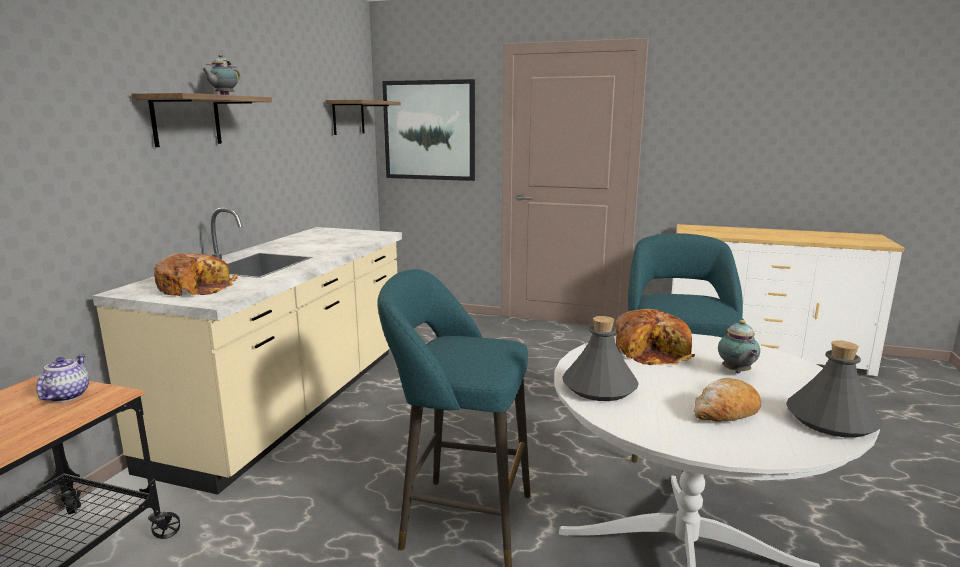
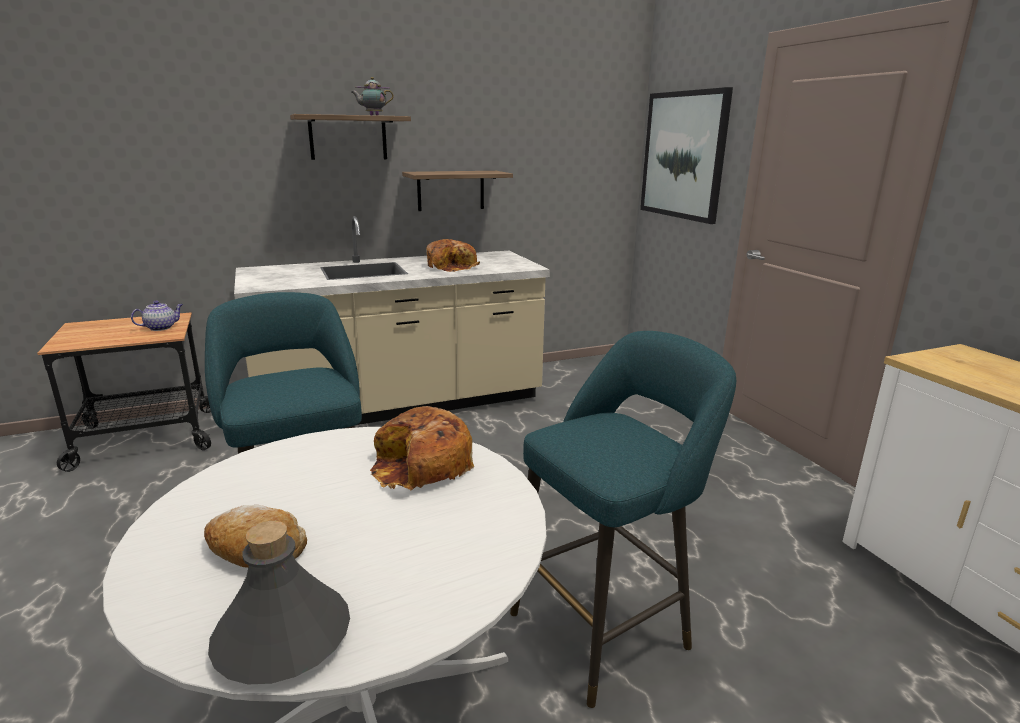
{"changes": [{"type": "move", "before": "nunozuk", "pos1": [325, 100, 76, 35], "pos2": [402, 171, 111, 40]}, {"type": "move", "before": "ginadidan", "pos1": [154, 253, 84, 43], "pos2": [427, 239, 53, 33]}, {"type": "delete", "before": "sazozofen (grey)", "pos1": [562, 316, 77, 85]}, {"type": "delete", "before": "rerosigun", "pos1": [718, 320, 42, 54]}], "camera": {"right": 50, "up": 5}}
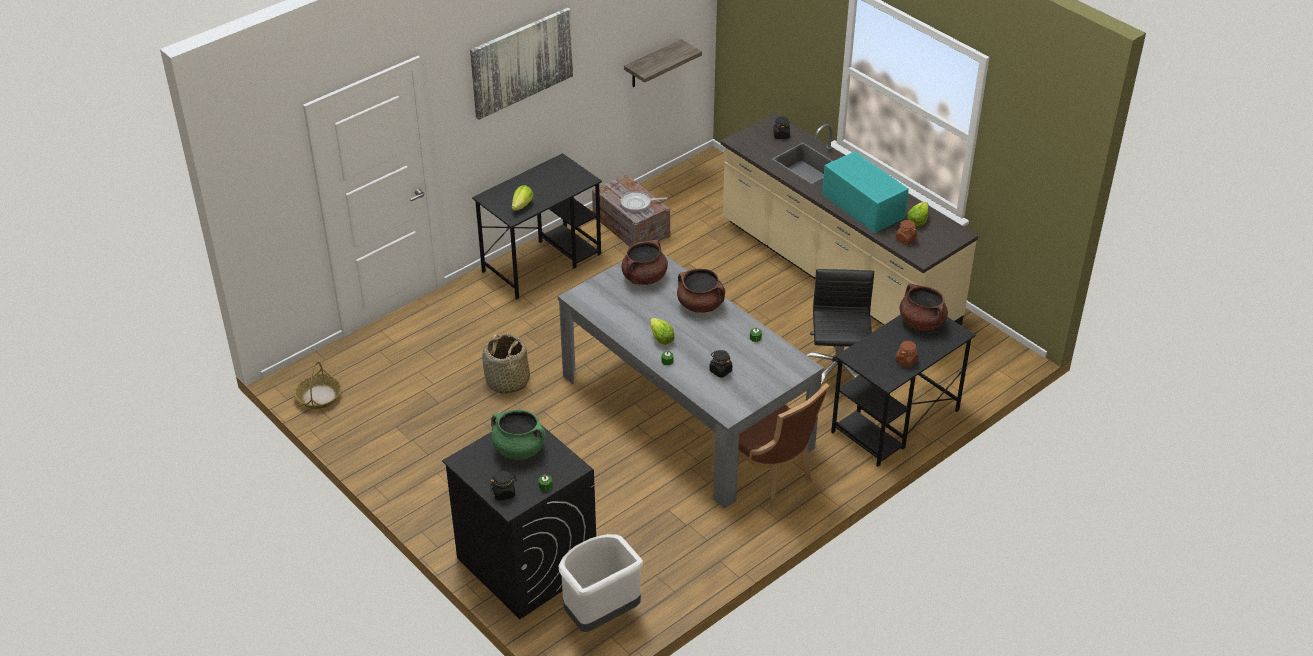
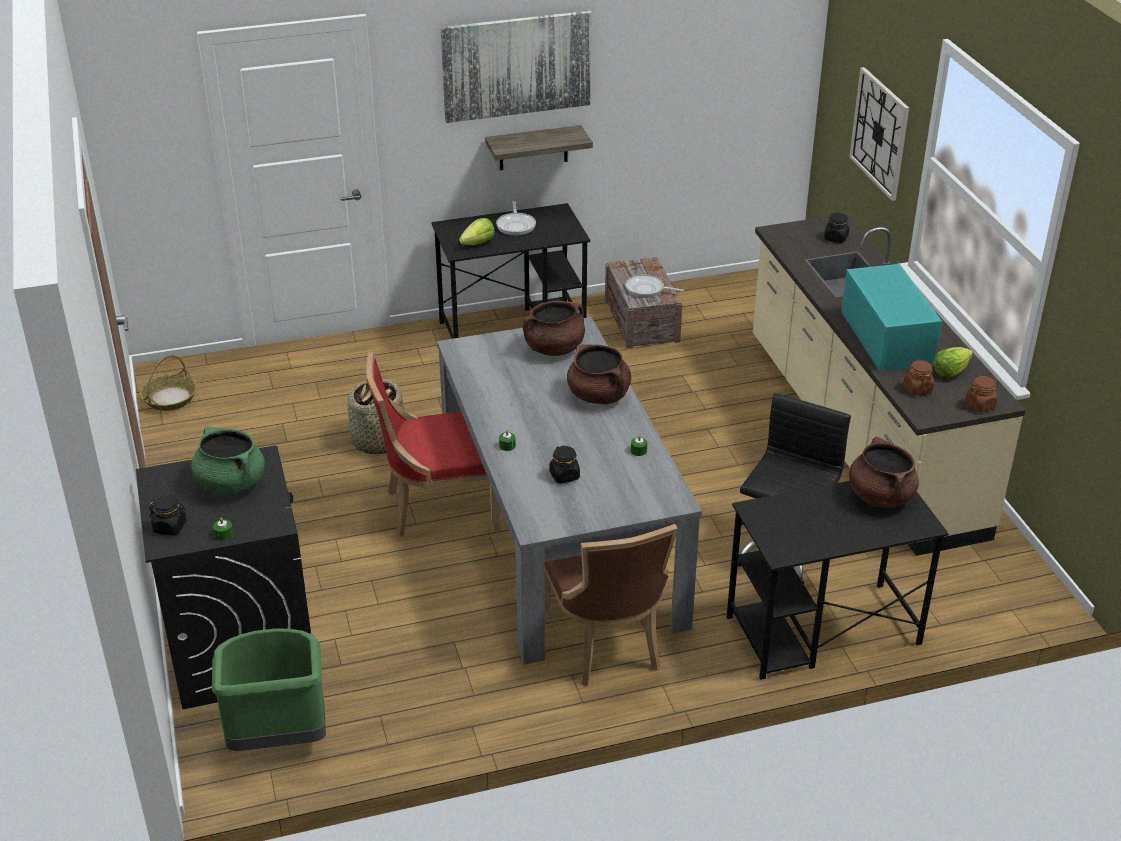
{"changes": [{"type": "move", "before": "nunozuk", "pos1": [624, 39, 78, 48], "pos2": [485, 125, 108, 45]}, {"type": "delete", "before": "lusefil", "pos1": [650, 318, 25, 27]}, {"type": "move", "before": "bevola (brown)", "pos1": [895, 341, 23, 27], "pos2": [965, 376, 34, 36]}, {"type": "recolor", "before": "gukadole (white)", "after": "gukadole (green)", "pos1": [559, 534, 84, 98], "pos2": [212, 628, 114, 123]}, {"type": "insert", "after": "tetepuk", "pos2": [849, 67, 60, 134]}, {"type": "insert", "after": "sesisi", "pos2": [496, 201, 40, 35]}, {"type": "insert", "after": "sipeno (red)", "pos2": [366, 352, 135, 185]}], "camera": {"right": 25, "up": -5}}
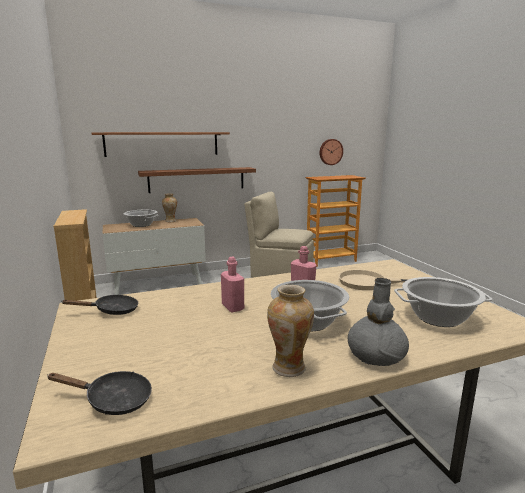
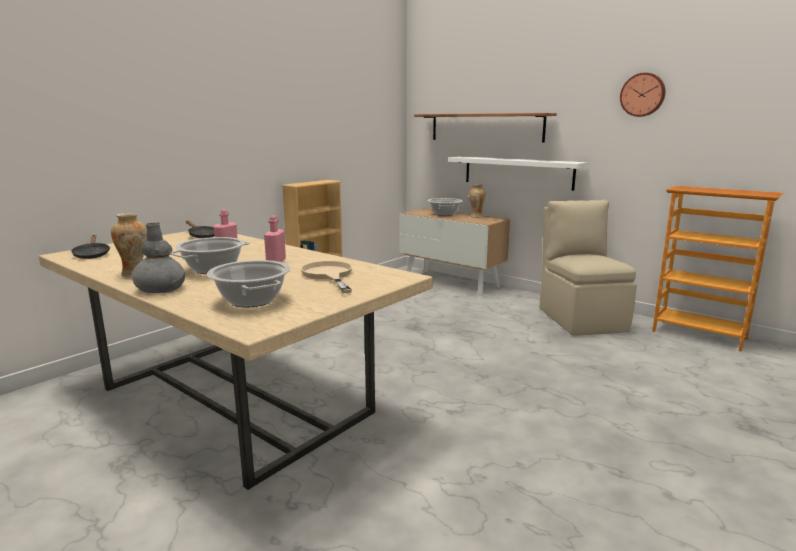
{"changes": [{"type": "move", "before": "tetepuk", "pos1": [320, 139, 23, 26], "pos2": [620, 73, 45, 44]}, {"type": "recolor", "before": "nunozuk (brown)", "after": "nunozuk (white)", "pos1": [138, 167, 118, 26], "pos2": [448, 156, 139, 35]}], "camera": {"right": 60, "up": 0}}
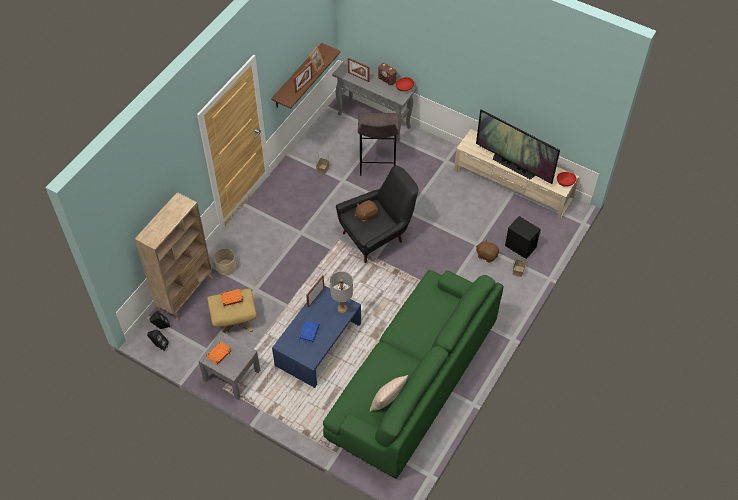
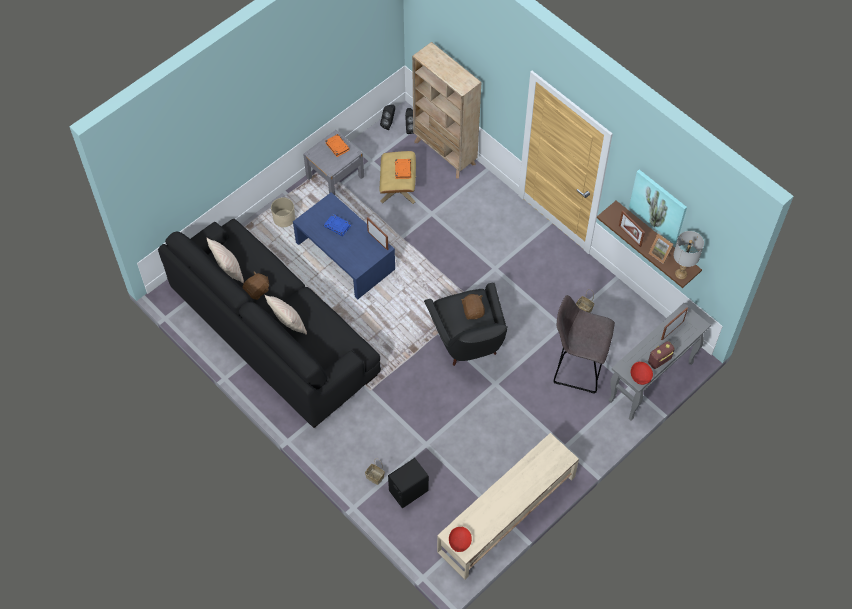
{"changes": [{"type": "delete", "before": "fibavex", "pos1": [476, 109, 84, 75]}, {"type": "move", "before": "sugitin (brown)", "pos1": [476, 239, 23, 24], "pos2": [243, 271, 26, 29]}, {"type": "move", "before": "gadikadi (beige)", "pos1": [214, 248, 22, 27], "pos2": [271, 197, 24, 30]}, {"type": "recolor", "before": "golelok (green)", "after": "golelok (black)", "pos1": [323, 270, 180, 209], "pos2": [158, 219, 223, 209]}, {"type": "move", "before": "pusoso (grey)", "pos1": [330, 271, 23, 42], "pos2": [673, 231, 31, 48]}, {"type": "insert", "after": "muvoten", "pos2": [629, 170, 58, 74]}, {"type": "insert", "after": "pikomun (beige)", "pos2": [265, 295, 42, 40]}], "camera": {"right": 105, "up": 5}}
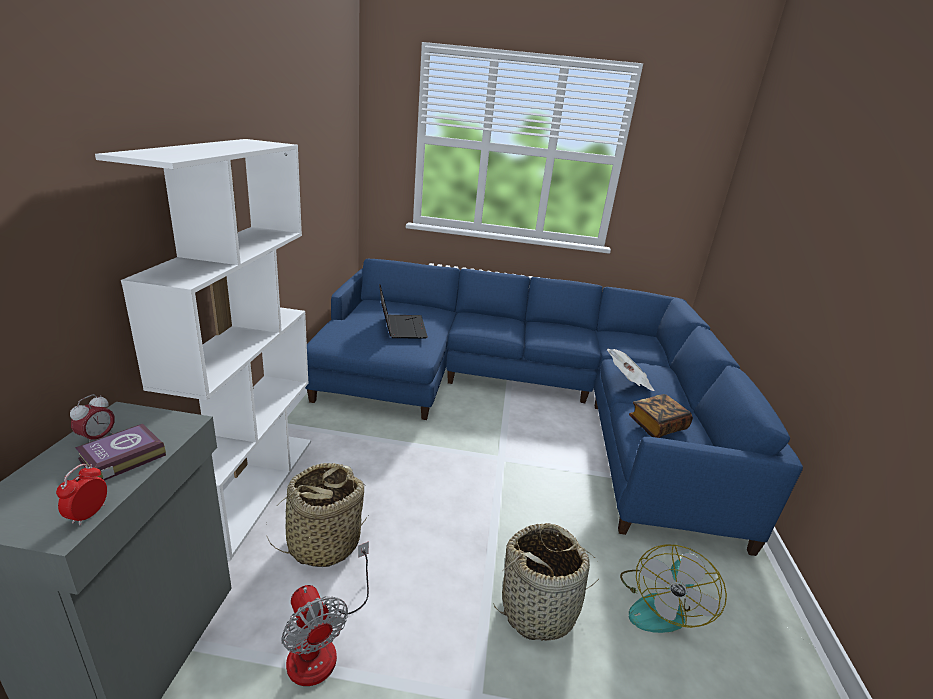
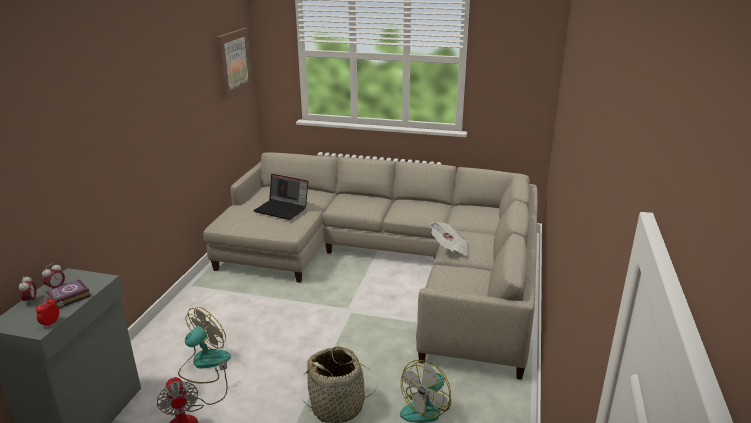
{"changes": [{"type": "delete", "before": "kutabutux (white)", "pos1": [95, 139, 216, 422]}, {"type": "recolor", "before": "golelok (blue)", "after": "golelok (beige)", "pos1": [305, 259, 498, 297], "pos2": [203, 152, 335, 228]}, {"type": "rotate", "before": "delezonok", "pos1": [379, 284, 49, 54], "pos2": [253, 174, 55, 46], "turn": 120}, {"type": "delete", "before": "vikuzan", "pos1": [629, 394, 64, 44]}, {"type": "replace", "before": "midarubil", "after": "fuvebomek", "pos1": [266, 463, 102, 104], "pos2": [178, 307, 53, 76]}, {"type": "insert", "after": "muvoten", "pos2": [215, 28, 38, 72]}, {"type": "insert", "after": "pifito", "pos2": [19, 276, 17, 28]}], "camera": {"right": 10, "up": 0}}
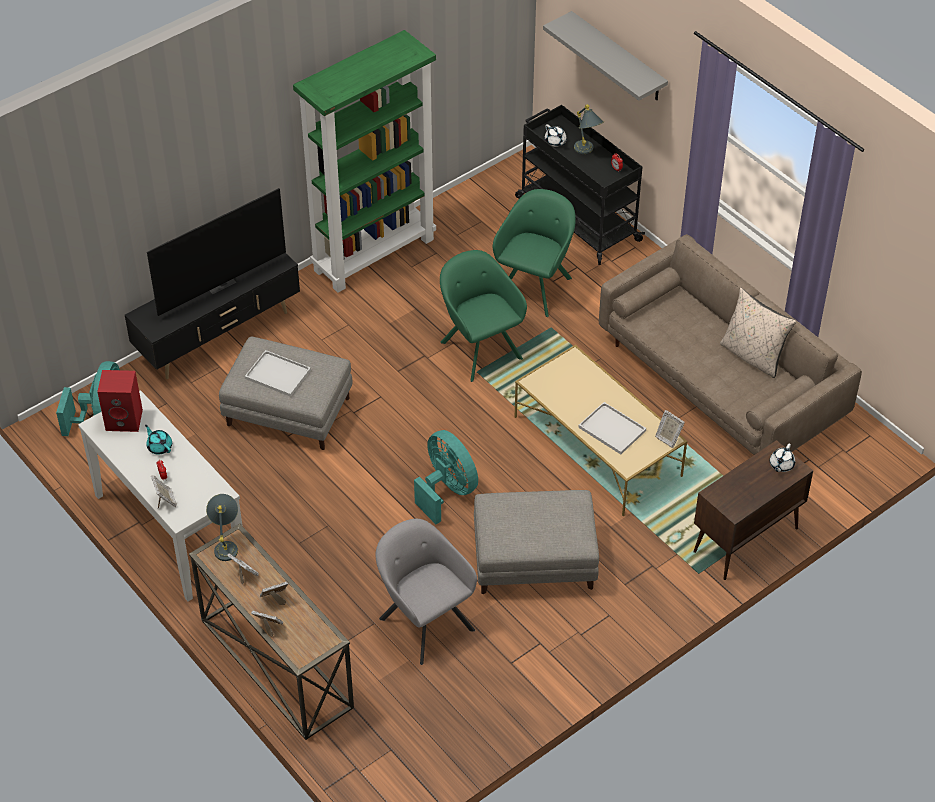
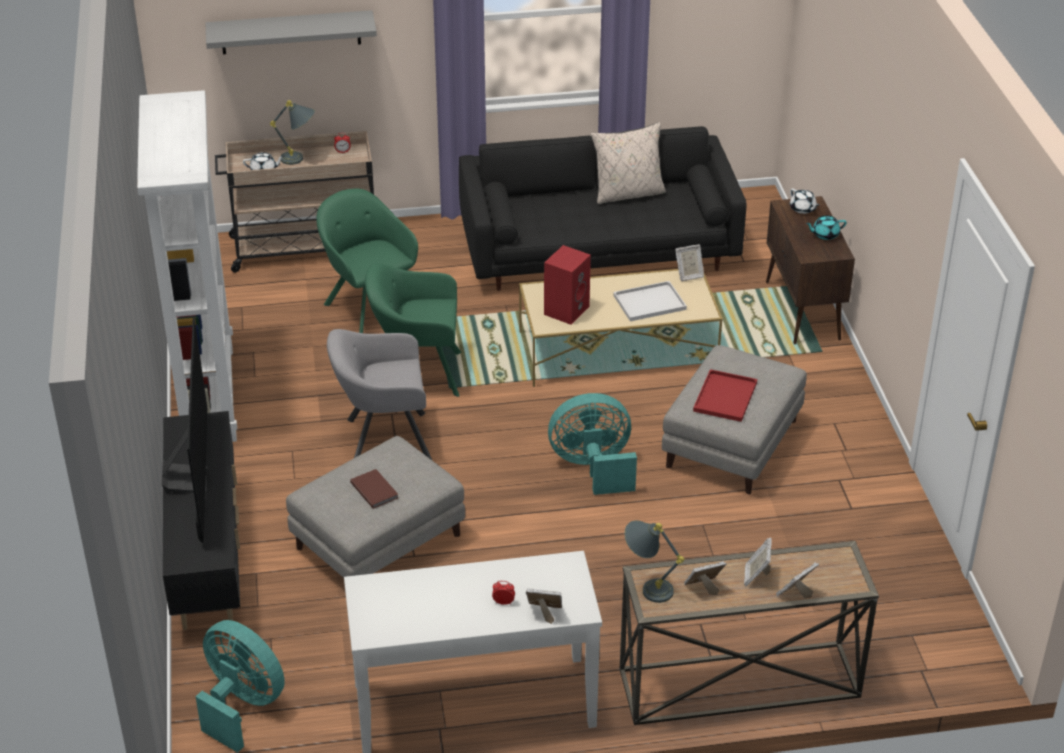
{"changes": [{"type": "recolor", "before": "kutabutux (green)", "after": "kutabutux (white)", "pos1": [293, 30, 143, 263], "pos2": [137, 90, 100, 352]}, {"type": "recolor", "before": "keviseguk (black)", "after": "keviseguk (beige)", "pos1": [515, 105, 130, 160], "pos2": [215, 131, 159, 142]}, {"type": "recolor", "before": "golelok (beige)", "after": "golelok (black)", "pos1": [599, 234, 263, 221], "pos2": [459, 126, 288, 165]}, {"type": "replace", "before": "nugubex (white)", "after": "vikuzan (brown)", "pos1": [245, 350, 66, 47], "pos2": [350, 469, 48, 40]}, {"type": "move", "before": "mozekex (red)", "pos1": [97, 370, 46, 62], "pos2": [544, 245, 47, 80]}, {"type": "move", "before": "rerosigun (turquoise)", "pos1": [145, 425, 27, 30], "pos2": [805, 215, 42, 25]}, {"type": "move", "before": "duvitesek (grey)", "pos1": [375, 519, 102, 146], "pos2": [327, 329, 105, 131]}, {"type": "insert", "after": "nugubex (red)", "pos2": [693, 369, 64, 53]}], "camera": {"right": -60, "up": -10}}
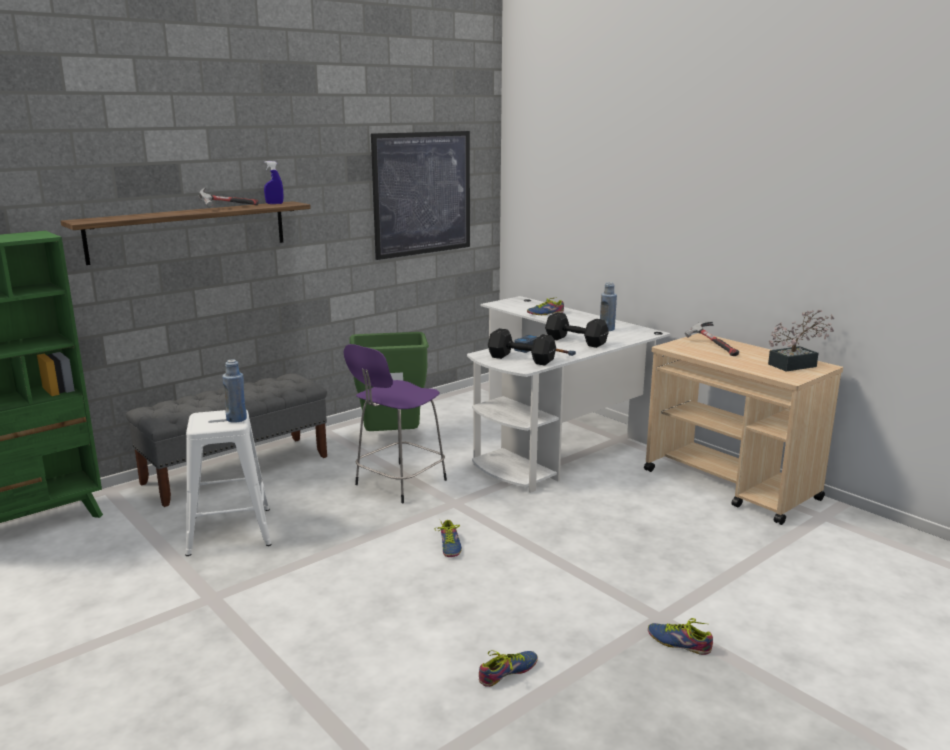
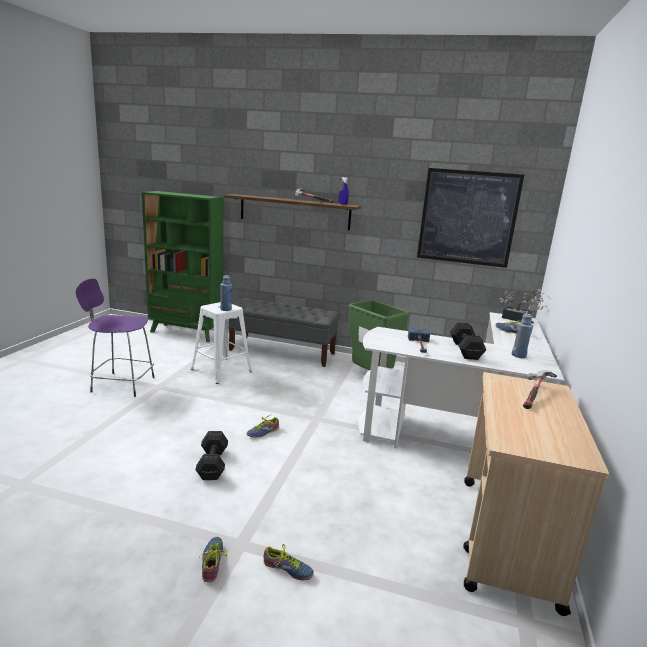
{"changes": [{"type": "move", "before": "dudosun", "pos1": [768, 310, 66, 62], "pos2": [500, 289, 44, 33]}, {"type": "move", "before": "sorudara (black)", "pos1": [488, 328, 68, 37], "pos2": [195, 431, 33, 49]}, {"type": "move", "before": "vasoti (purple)", "pos1": [344, 344, 103, 159], "pos2": [76, 278, 79, 119]}, {"type": "move", "before": "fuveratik", "pos1": [479, 651, 59, 36], "pos2": [264, 544, 50, 36]}], "camera": {"right": 55, "up": 0}}
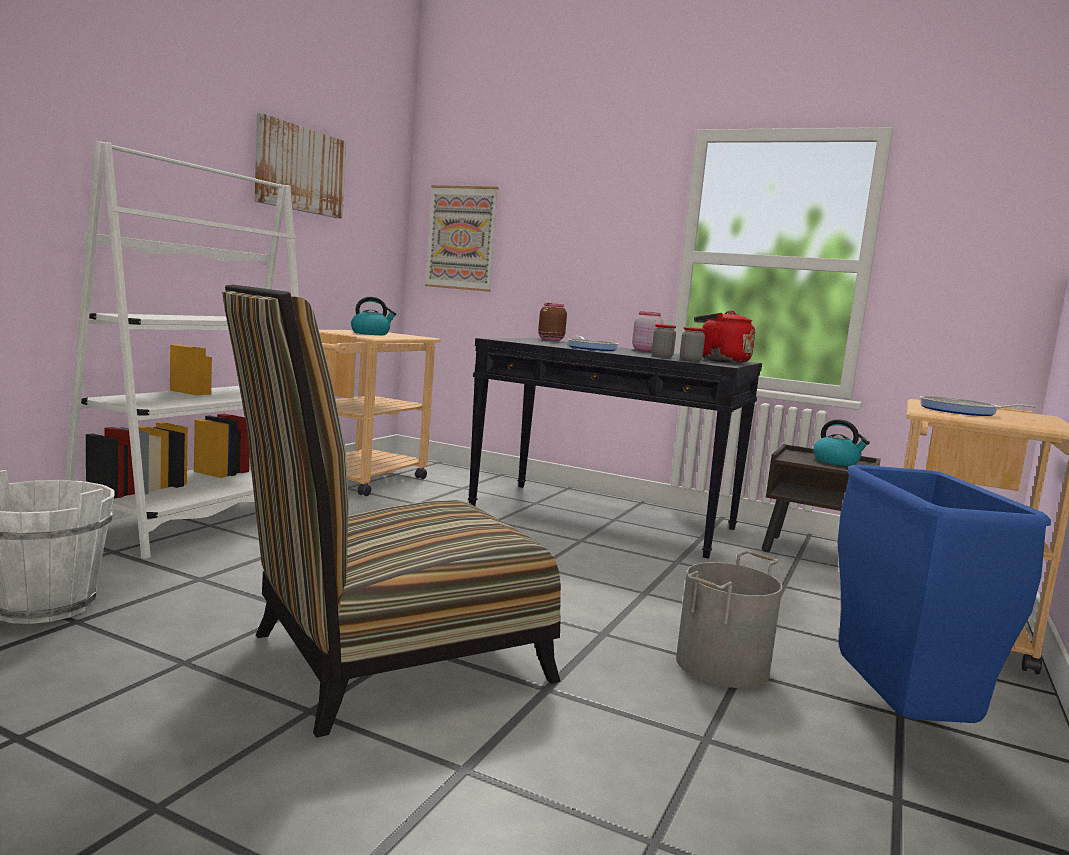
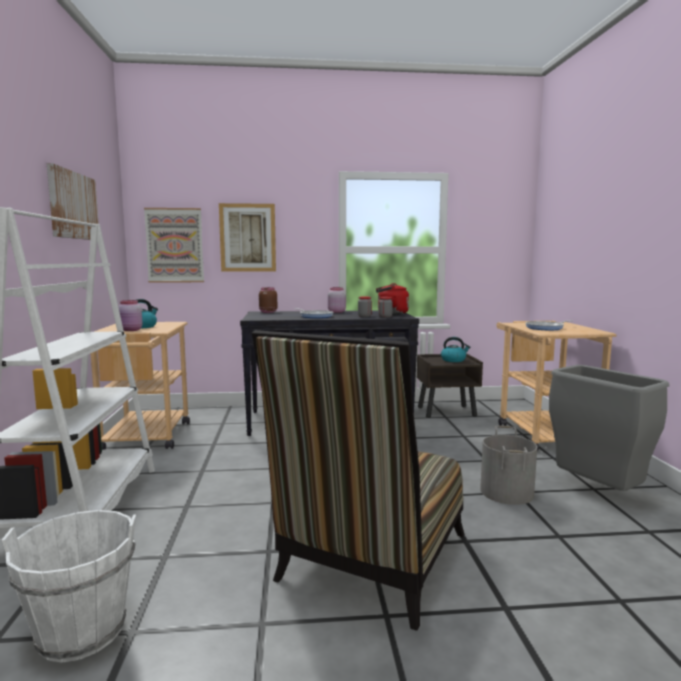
{"changes": [{"type": "recolor", "before": "gukadole (blue)", "after": "gukadole (grey)", "pos1": [837, 465, 214, 258], "pos2": [549, 365, 120, 126]}, {"type": "insert", "after": "muvoten", "pos2": [219, 203, 57, 69]}, {"type": "insert", "after": "bevola (pink)", "pos2": [118, 300, 25, 31]}], "camera": {"right": -30, "up": 0}}
